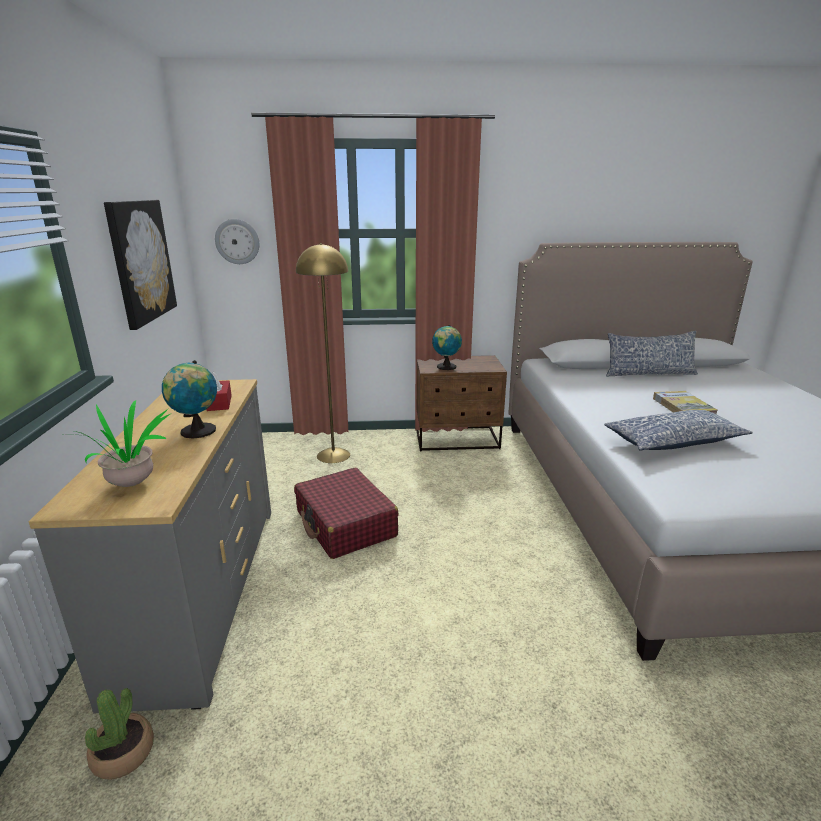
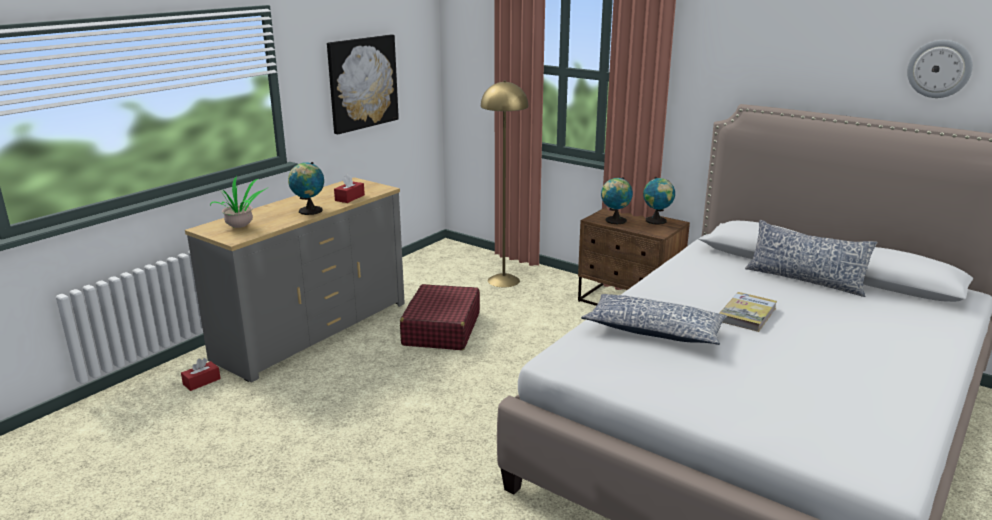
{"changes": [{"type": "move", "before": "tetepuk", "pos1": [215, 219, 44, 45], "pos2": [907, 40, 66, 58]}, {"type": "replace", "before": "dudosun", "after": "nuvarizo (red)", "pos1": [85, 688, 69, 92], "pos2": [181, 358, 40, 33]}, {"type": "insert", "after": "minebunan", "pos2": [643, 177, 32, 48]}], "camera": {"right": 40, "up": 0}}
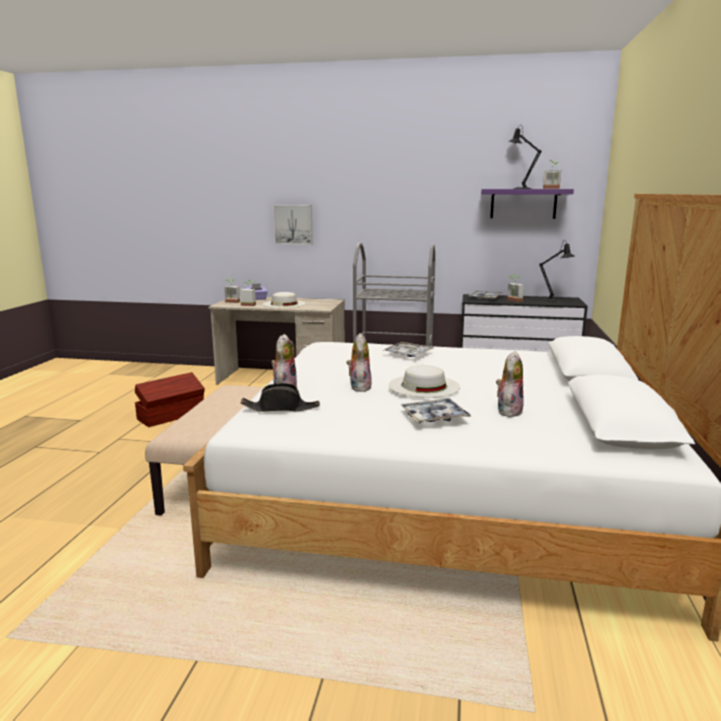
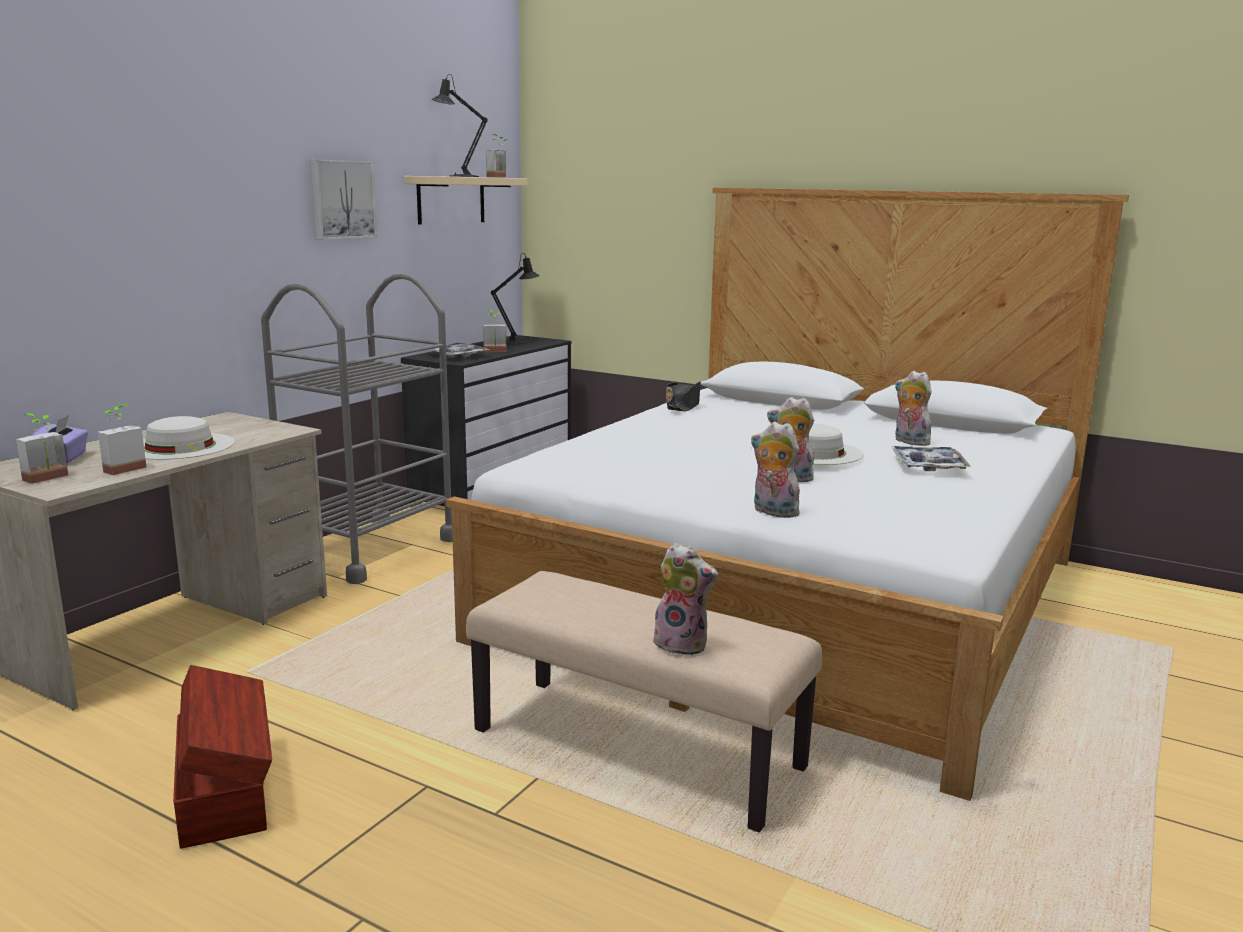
{"changes": [{"type": "recolor", "before": "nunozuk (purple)", "after": "nunozuk (beige)", "pos1": [481, 189, 93, 30], "pos2": [404, 176, 123, 49]}, {"type": "move", "before": "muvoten", "pos1": [273, 205, 40, 40], "pos2": [310, 160, 67, 80]}, {"type": "delete", "before": "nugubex", "pos1": [383, 342, 51, 15]}, {"type": "move", "before": "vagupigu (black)", "pos1": [241, 383, 79, 29], "pos2": [666, 381, 35, 30]}, {"type": "insert", "after": "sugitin", "pos2": [647, 543, 71, 113]}], "camera": {"right": -70, "up": 0}}
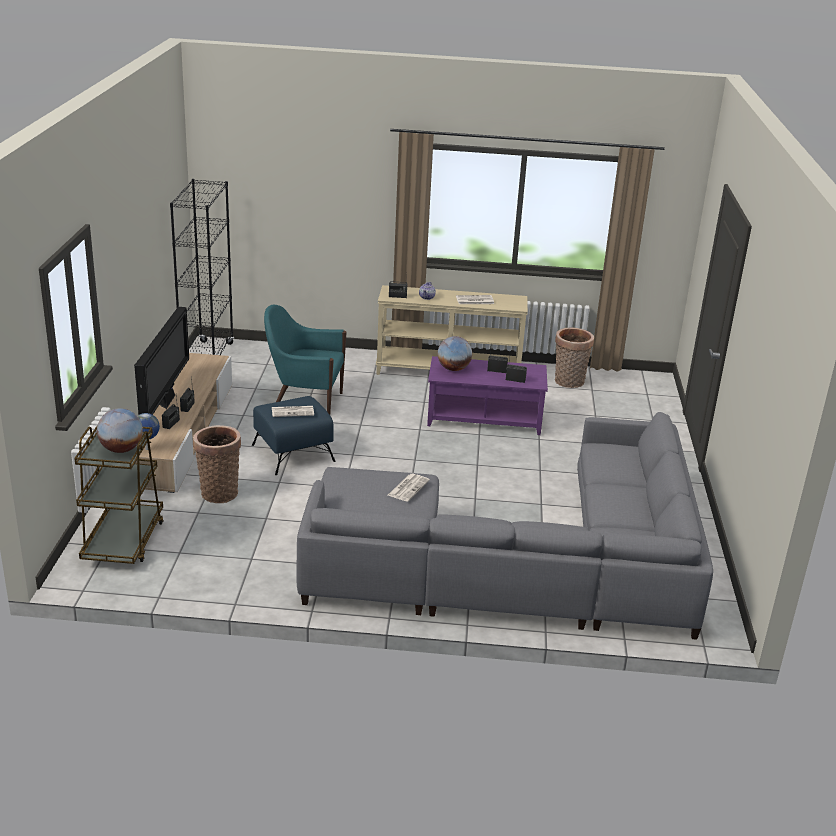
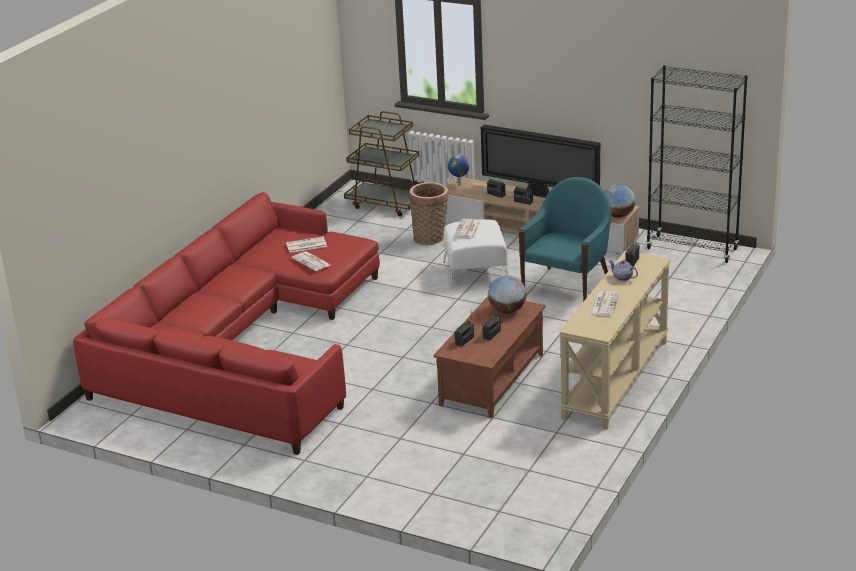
{"changes": [{"type": "delete", "before": "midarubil", "pos1": [555, 328, 39, 60]}, {"type": "recolor", "before": "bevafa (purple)", "after": "bevafa (brown)", "pos1": [427, 356, 121, 79], "pos2": [433, 296, 112, 122]}, {"type": "recolor", "before": "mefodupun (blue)", "after": "mefodupun (white)", "pos1": [252, 396, 84, 79], "pos2": [443, 219, 65, 71]}, {"type": "move", "before": "minebunan", "pos1": [97, 408, 46, 45], "pos2": [604, 184, 31, 34]}, {"type": "recolor", "before": "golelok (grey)", "after": "golelok (red)", "pos1": [296, 412, 417, 228], "pos2": [73, 192, 307, 263]}, {"type": "insert", "after": "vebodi", "pos2": [286, 237, 41, 16]}], "camera": {"right": 115, "up": 0}}
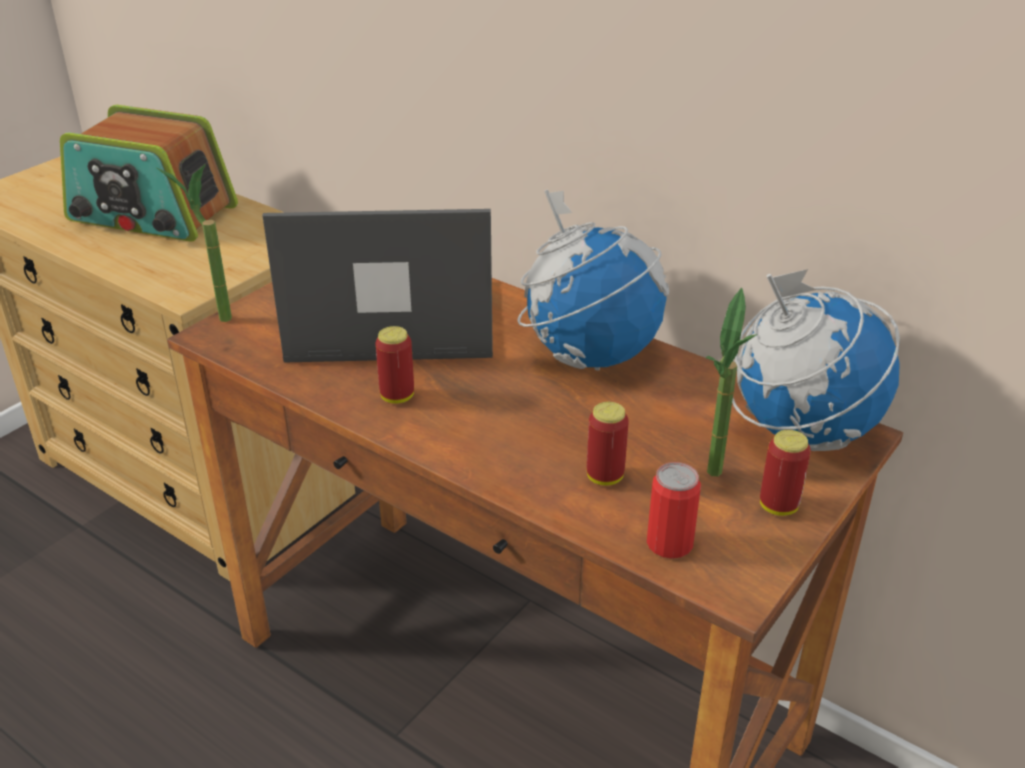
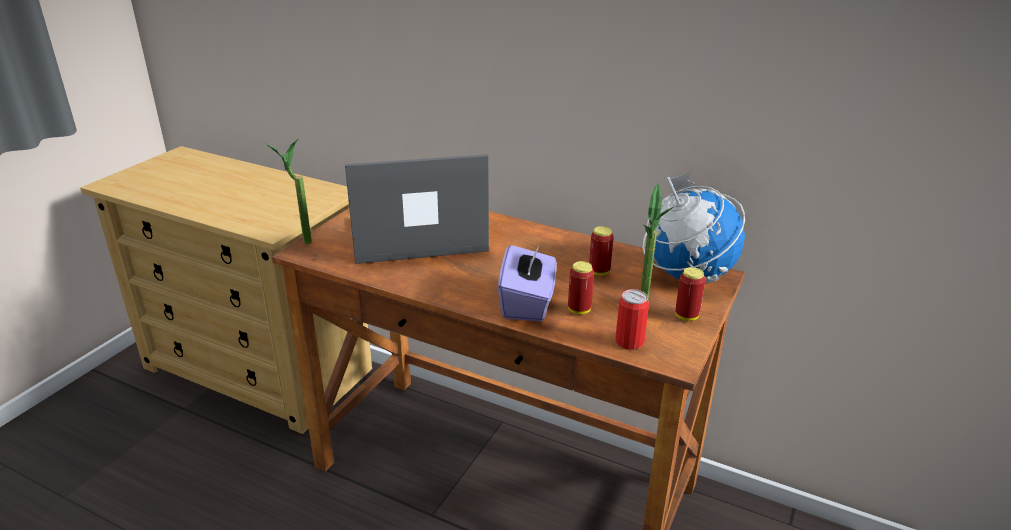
{"changes": [{"type": "delete", "before": "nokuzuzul", "pos1": [60, 105, 178, 137]}, {"type": "delete", "before": "minebunan", "pos1": [517, 189, 152, 182]}, {"type": "move", "before": "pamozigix", "pos1": [375, 326, 39, 78], "pos2": [589, 226, 25, 50]}, {"type": "insert", "after": "nuvarizo (purple)", "pos2": [498, 241, 59, 80]}], "camera": {"right": -10, "up": -5}}
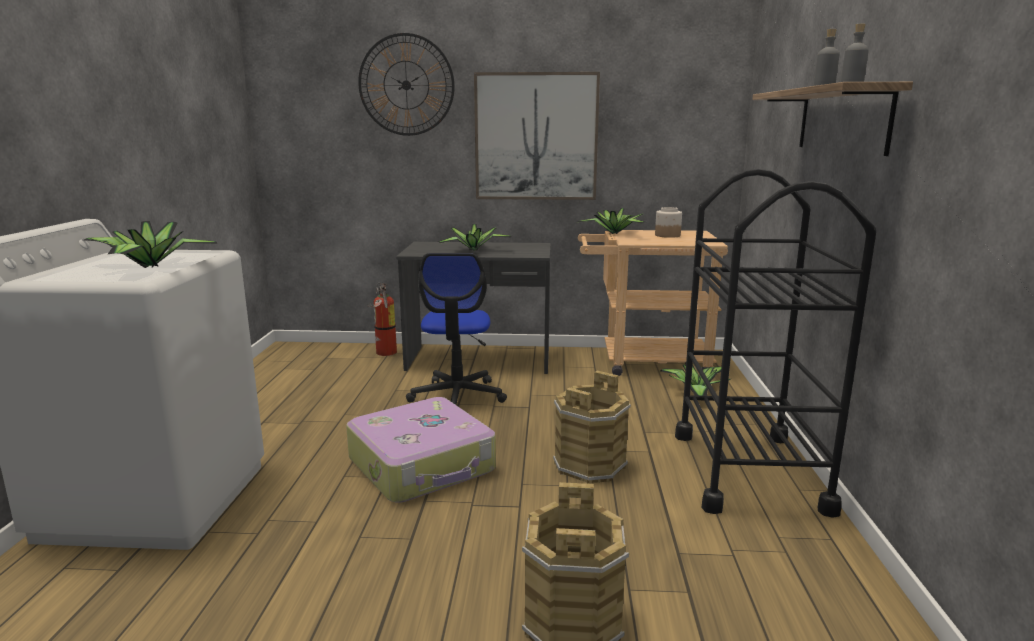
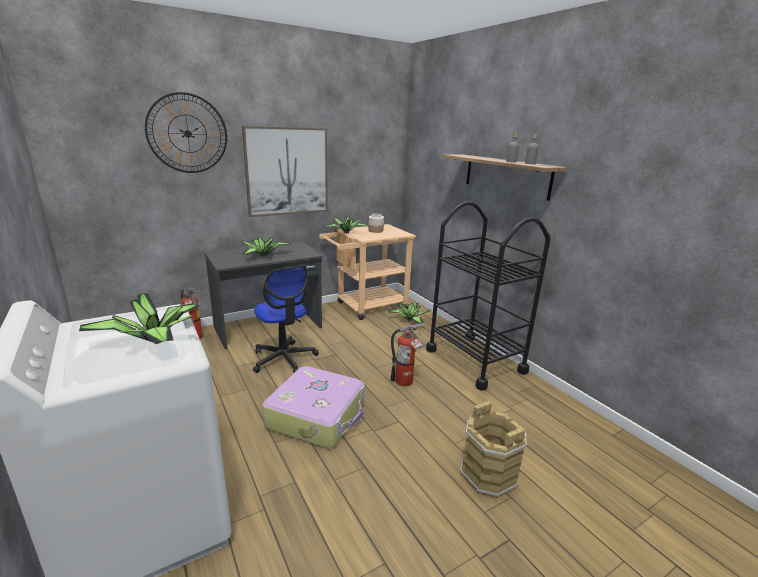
{"changes": [{"type": "replace", "before": "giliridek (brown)", "after": "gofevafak", "pos1": [553, 371, 78, 113], "pos2": [390, 323, 34, 63]}], "camera": {"right": -35, "up": 5}}
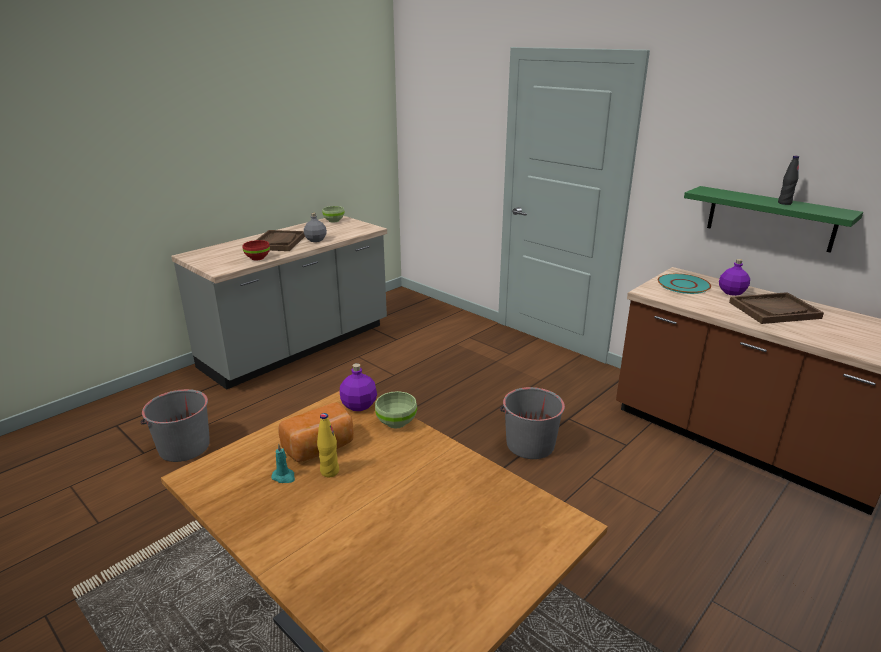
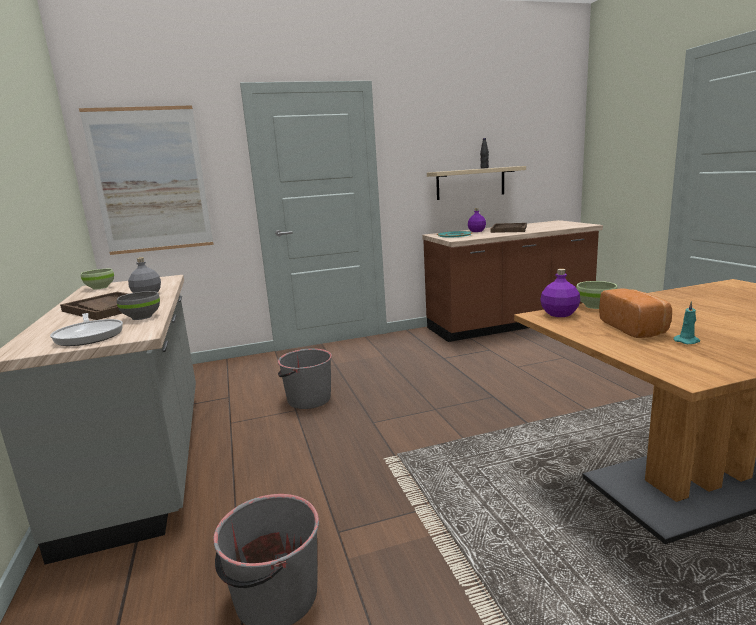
{"changes": [{"type": "recolor", "before": "nunozuk (green)", "after": "nunozuk (beige)", "pos1": [684, 186, 179, 67], "pos2": [427, 166, 99, 34]}, {"type": "recolor", "before": "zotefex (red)", "after": "zotefex (grey)", "pos1": [243, 240, 27, 21], "pos2": [117, 291, 43, 29]}, {"type": "move", "before": "giliridek (grey)", "pos1": [500, 387, 65, 72], "pos2": [278, 348, 54, 61]}, {"type": "delete", "before": "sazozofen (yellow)", "pos1": [317, 413, 22, 64]}, {"type": "insert", "after": "muvoten", "pos2": [79, 105, 135, 150]}, {"type": "insert", "after": "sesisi", "pos2": [50, 313, 73, 33]}], "camera": {"right": -60, "up": -10}}
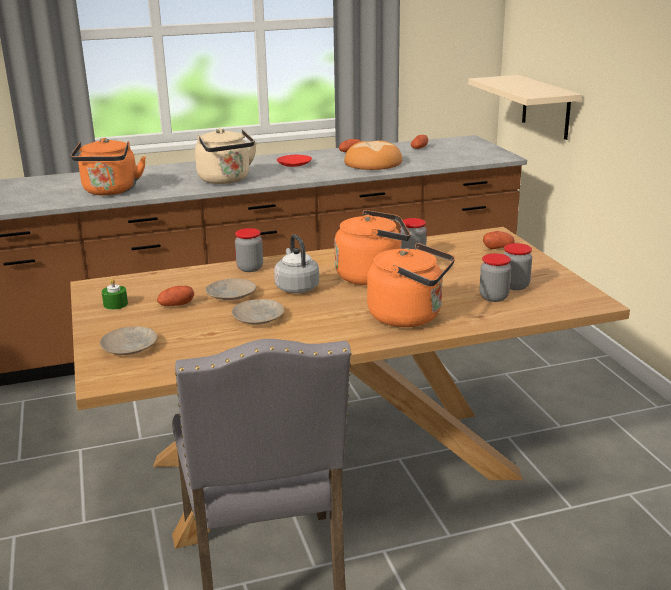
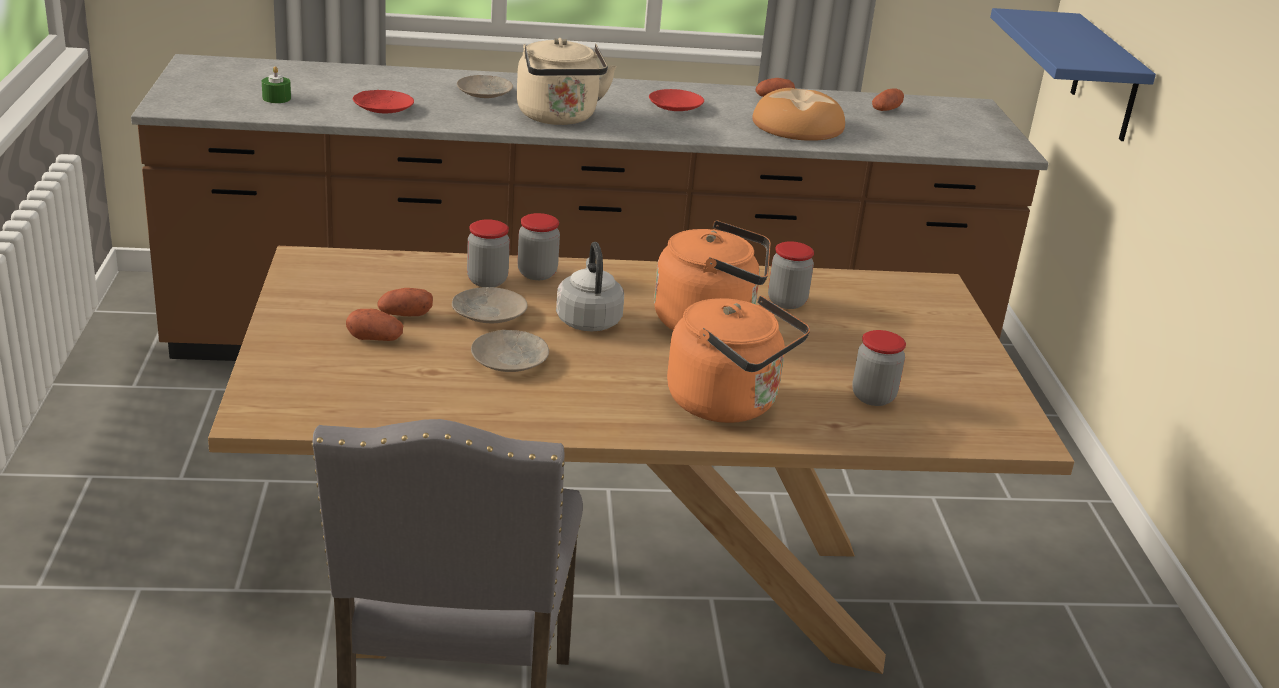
{"changes": [{"type": "recolor", "before": "nunozuk (beige)", "after": "nunozuk (blue)", "pos1": [468, 75, 114, 65], "pos2": [990, 8, 166, 133]}, {"type": "replace", "before": "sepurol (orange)", "after": "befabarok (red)", "pos1": [70, 138, 76, 58], "pos2": [353, 90, 61, 23]}, {"type": "move", "before": "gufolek", "pos1": [483, 231, 31, 18], "pos2": [346, 309, 57, 32]}, {"type": "move", "before": "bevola", "pos1": [504, 243, 28, 47], "pos2": [467, 219, 43, 68]}, {"type": "move", "before": "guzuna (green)", "pos1": [102, 278, 26, 32], "pos2": [262, 66, 29, 37]}, {"type": "move", "before": "befabarok (beige)", "pos1": [100, 326, 57, 29], "pos2": [457, 75, 56, 23]}], "camera": {"right": 10, "up": 5}}
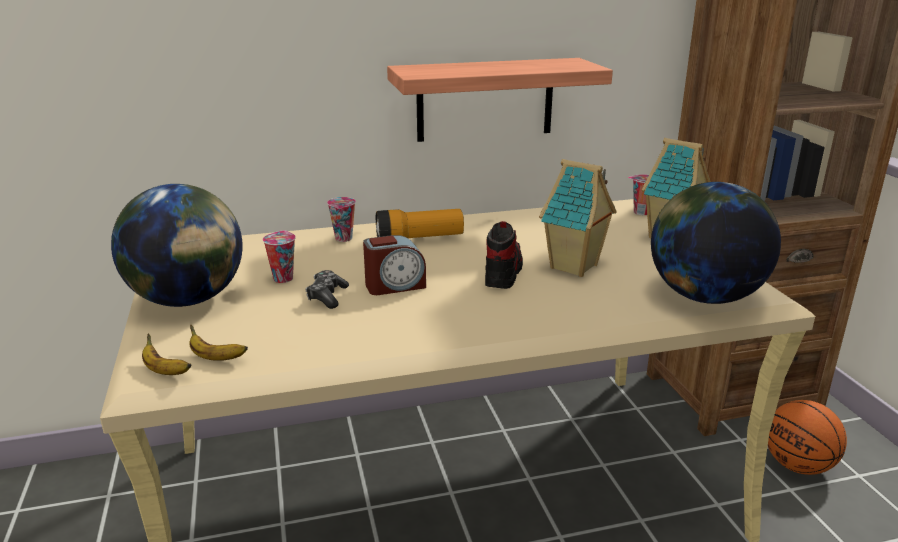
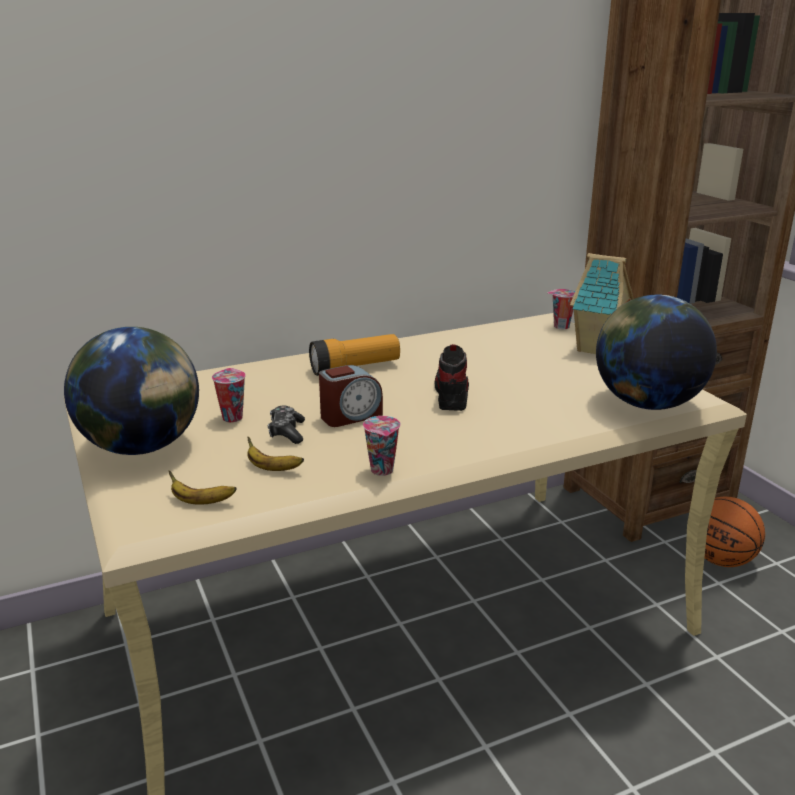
{"changes": [{"type": "delete", "before": "nunozuk", "pos1": [387, 58, 226, 84]}, {"type": "delete", "before": "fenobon", "pos1": [539, 159, 78, 118]}, {"type": "move", "before": "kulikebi", "pos1": [327, 197, 29, 45], "pos2": [363, 416, 38, 60]}, {"type": "move", "before": "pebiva", "pos1": [142, 334, 50, 41], "pos2": [247, 437, 57, 34]}], "camera": {"right": -10, "up": 0}}
